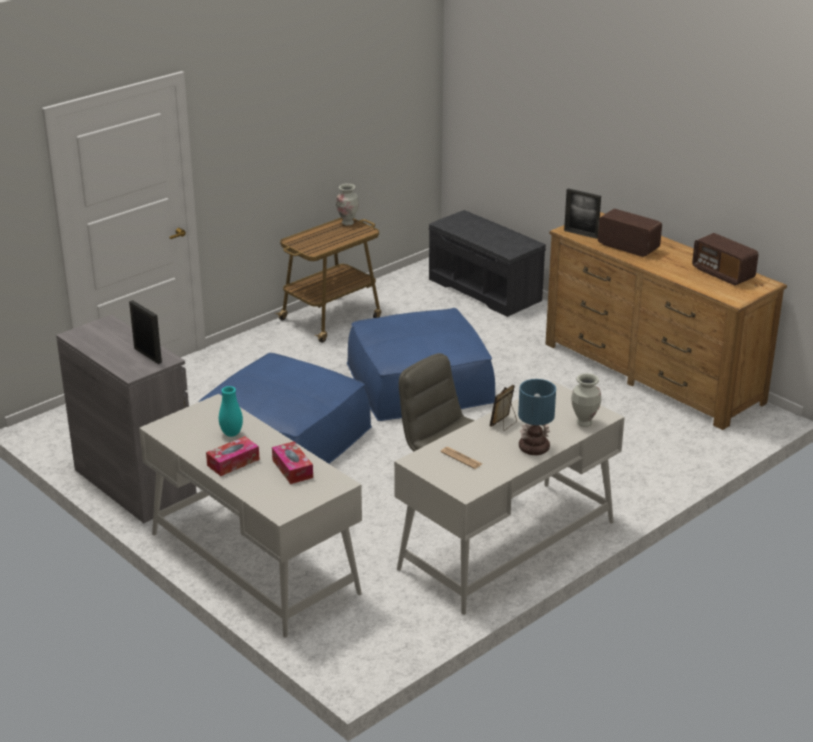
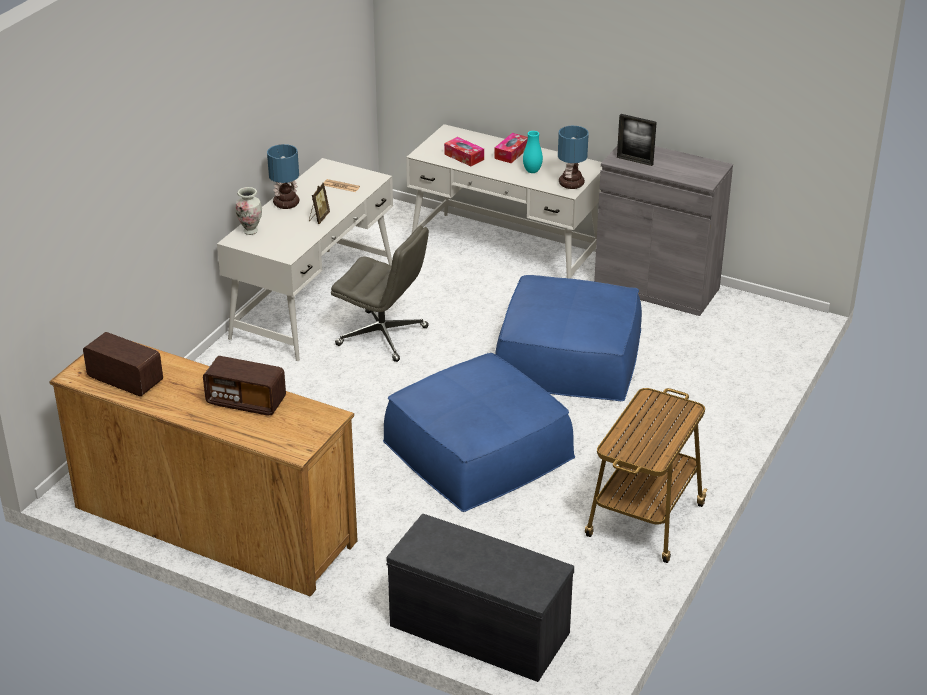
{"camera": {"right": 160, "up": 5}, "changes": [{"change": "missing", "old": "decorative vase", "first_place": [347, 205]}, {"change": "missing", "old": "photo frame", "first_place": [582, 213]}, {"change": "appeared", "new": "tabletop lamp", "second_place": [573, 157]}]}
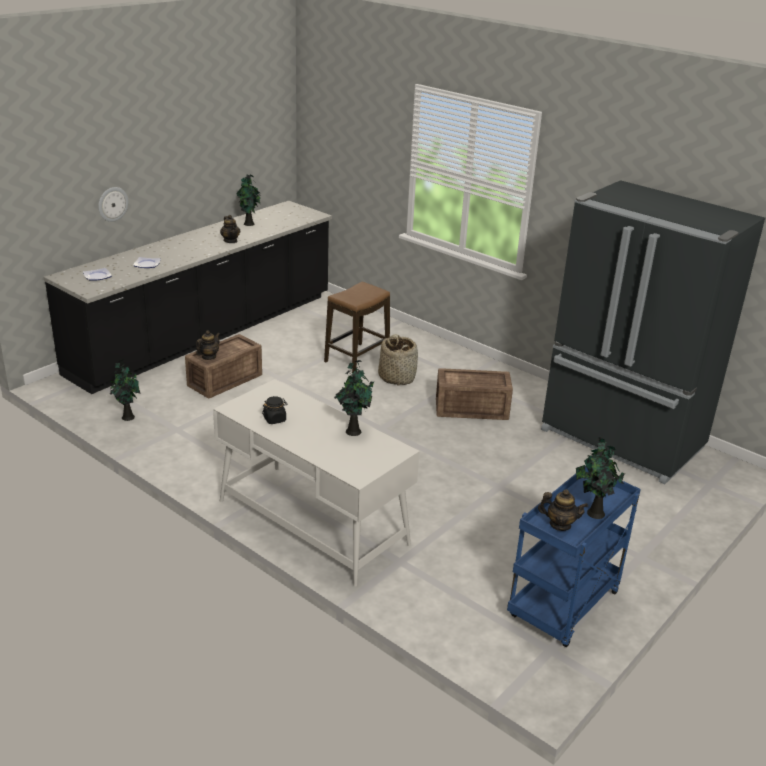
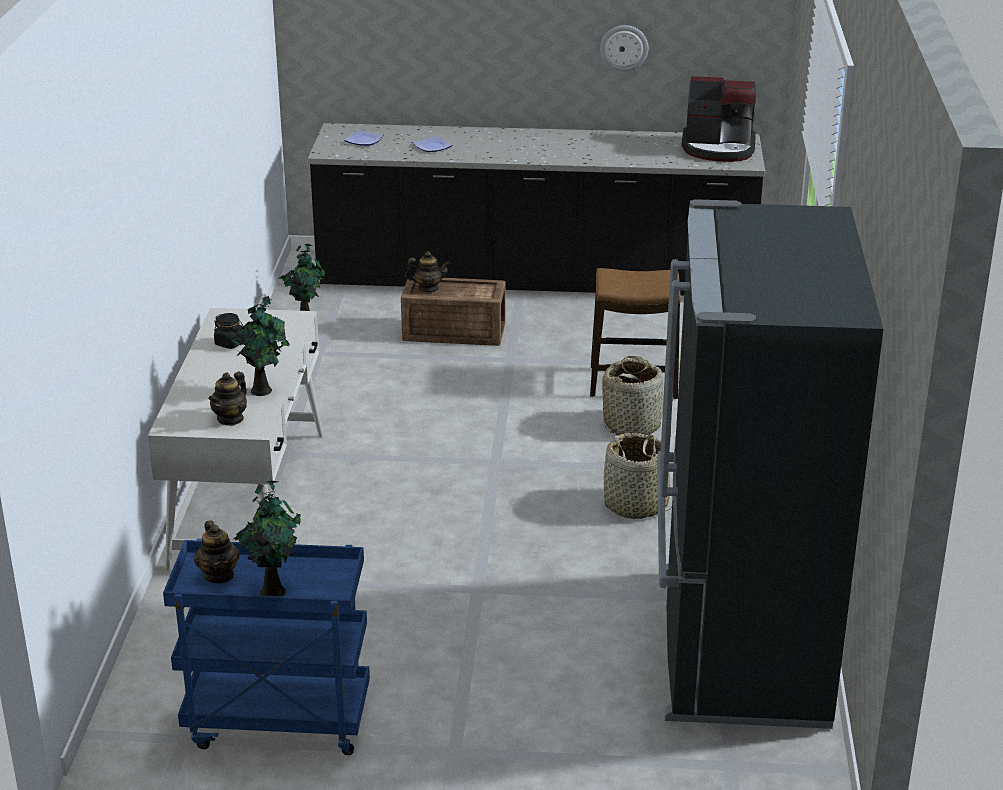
{"camera": {"right": 55, "up": 0}, "changes": [{"change": "missing", "old": "potted plant", "first_place": [248, 200]}, {"change": "relocated", "old": "clock on the wall", "first_place": [113, 204], "second_place": [624, 48]}, {"change": "relocated", "old": "teapot", "first_place": [230, 229], "second_place": [228, 398]}, {"change": "exchanged", "old": "packing crate", "new": "basket", "first_place": [474, 394], "second_place": [638, 476]}, {"change": "appeared", "new": "coffee maker", "second_place": [718, 119]}]}
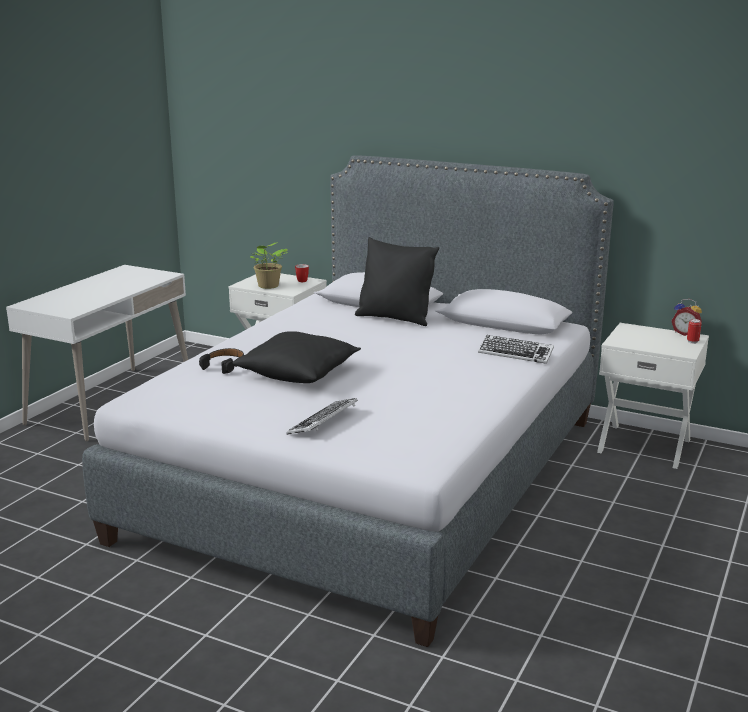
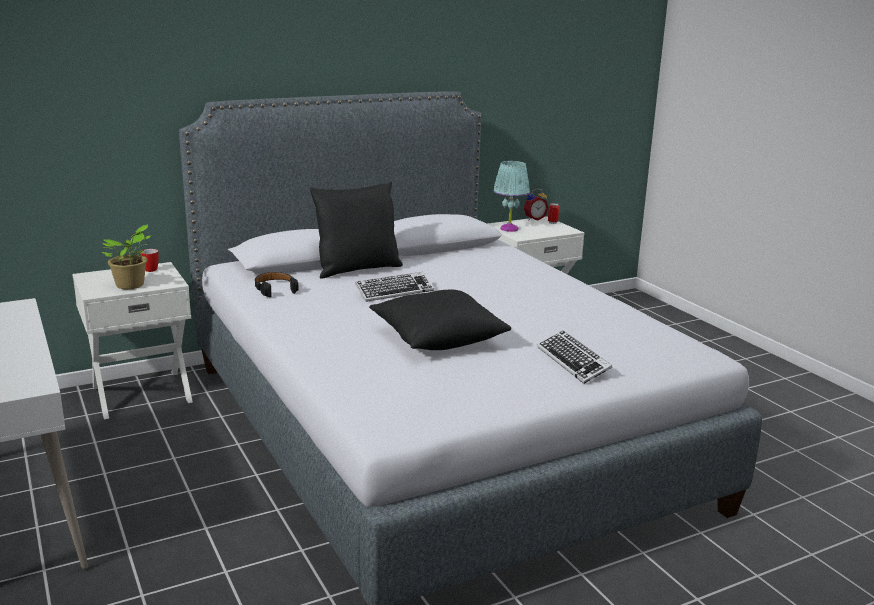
{"camera": {"right": -55, "up": 0}, "changes": [{"change": "relocated", "old": "PC keyboard", "first_place": [516, 349], "second_place": [394, 287]}, {"change": "relocated", "old": "blackish headphones", "first_place": [221, 361], "second_place": [277, 284]}, {"change": "appeared", "new": "turquoise tabletop lamp", "second_place": [511, 196]}]}
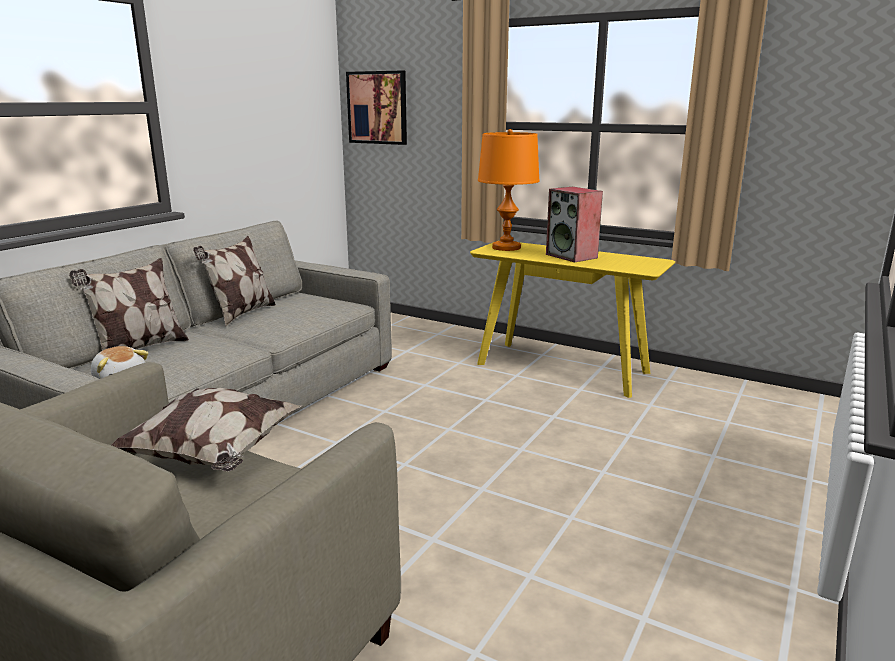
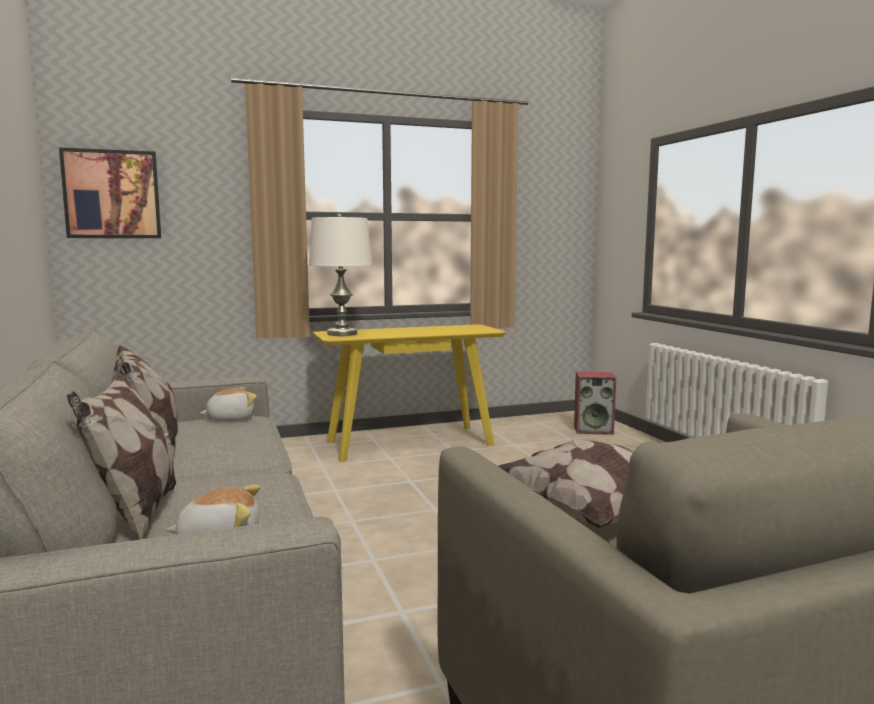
{"camera": {"right": -50, "up": -10}, "changes": [{"change": "colour", "old": "orange tabletop lamp", "new": "white tabletop lamp", "first_place": [509, 190], "second_place": [340, 275]}, {"change": "relocated", "old": "loudspeaker", "first_place": [574, 224], "second_place": [595, 403]}, {"change": "appeared", "new": "cuddly toy", "second_place": [228, 404]}]}
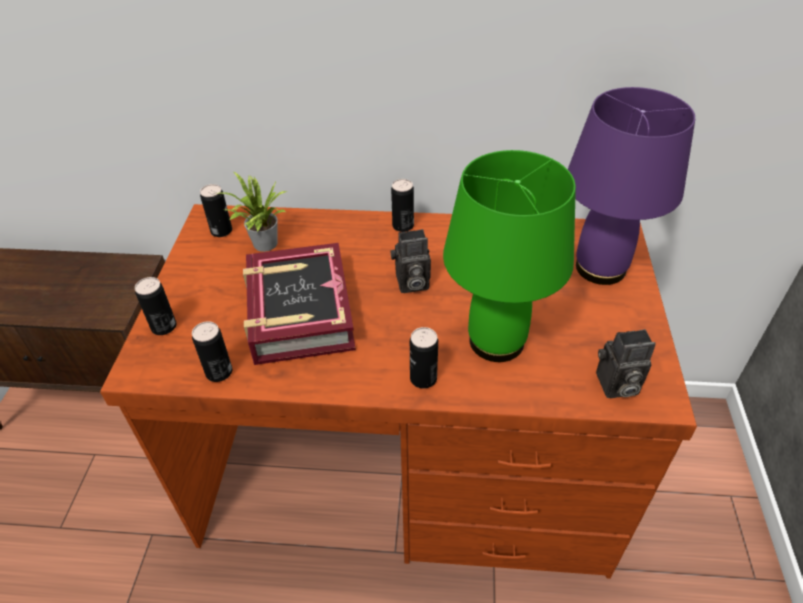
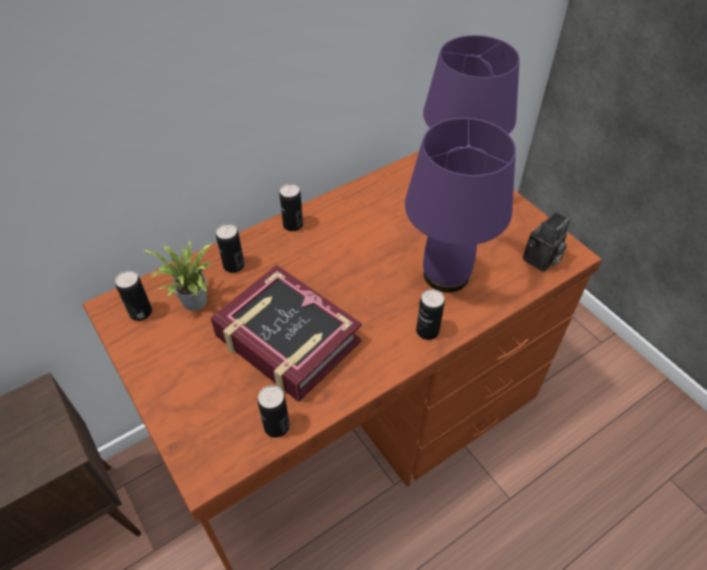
{"camera": {"right": -40, "up": 5}, "changes": [{"change": "colour", "old": "green tabletop lamp", "new": "purple tabletop lamp", "first_place": [509, 256], "second_place": [460, 205]}, {"change": "missing", "old": "photo camera", "first_place": [410, 261]}, {"change": "relocated", "old": "can", "first_place": [155, 306], "second_place": [230, 248]}]}
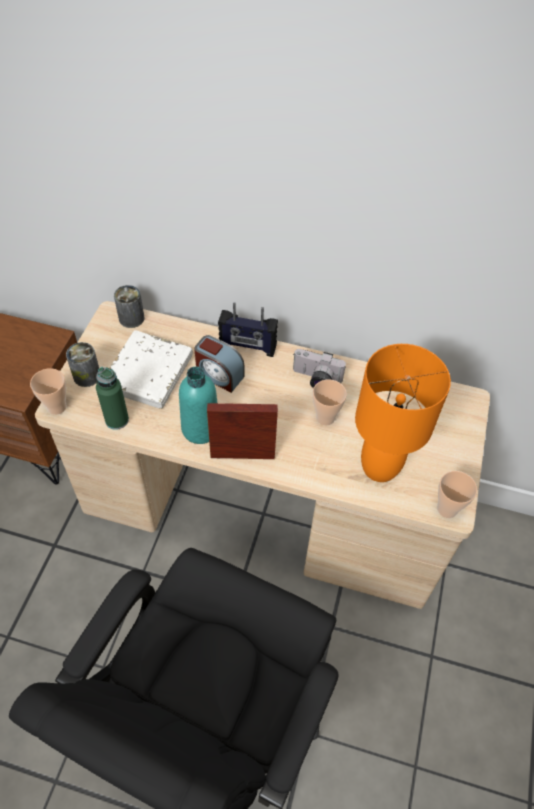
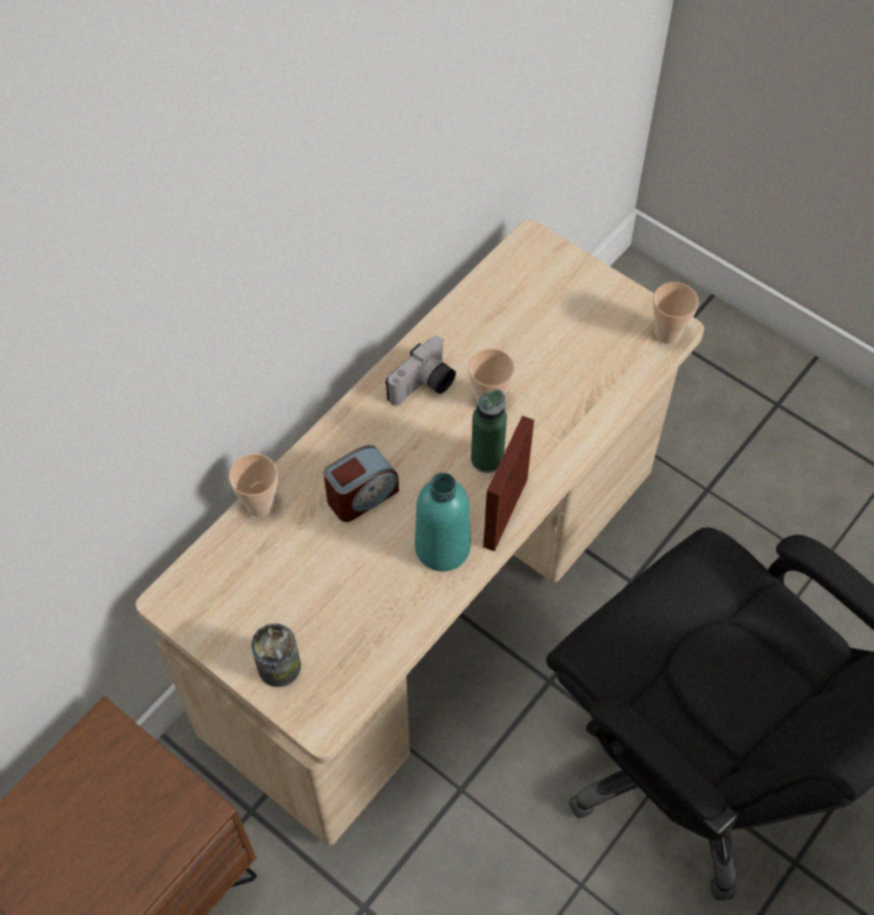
{"camera": {"right": -65, "up": 5}, "changes": [{"change": "missing", "old": "can", "first_place": [129, 306]}, {"change": "missing", "old": "radio set", "first_place": [248, 329]}, {"change": "missing", "old": "white book", "first_place": [151, 369]}, {"change": "missing", "old": "orange tabletop lamp", "first_place": [403, 413]}, {"change": "relocated", "old": "green bottle", "first_place": [112, 398], "second_place": [489, 431]}, {"change": "relocated", "old": "cup", "first_place": [48, 391], "second_place": [253, 485]}]}
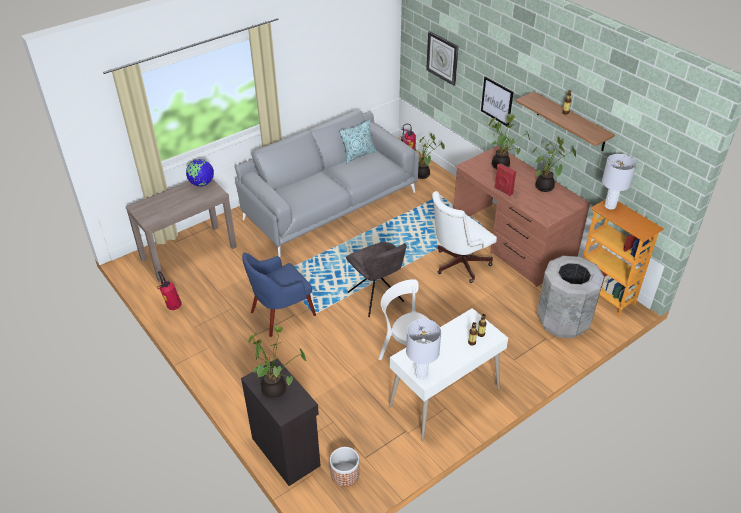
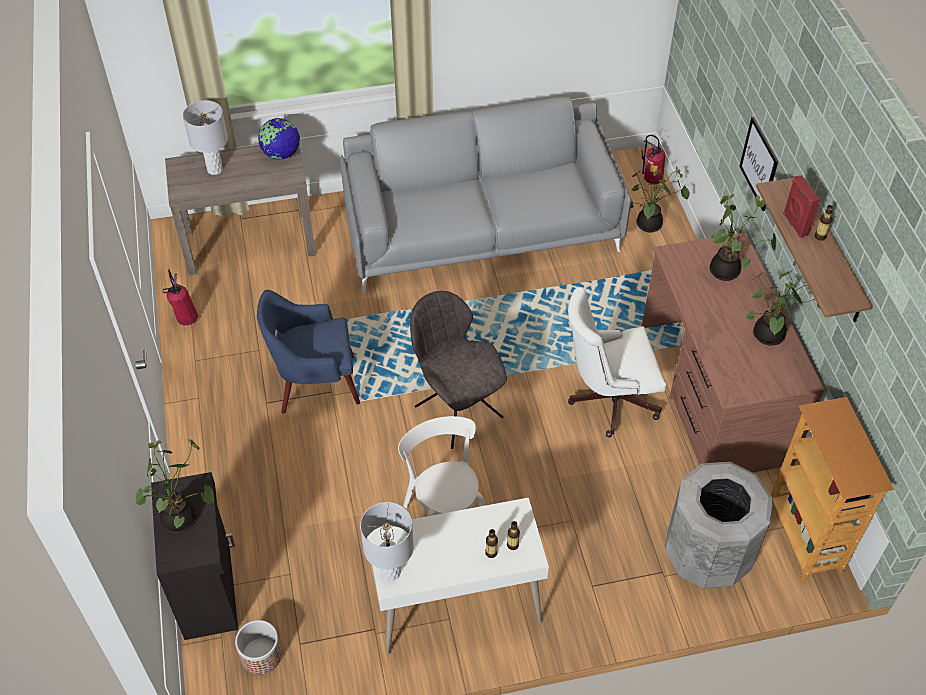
{"camera": {"right": 25, "up": 10}, "changes": [{"change": "missing", "old": "clock on the wall", "first_place": [442, 58]}, {"change": "missing", "old": "throw pillow", "first_place": [358, 141]}, {"change": "relocated", "old": "grey tabletop lamp", "first_place": [619, 182], "second_place": [205, 137]}, {"change": "relocated", "old": "red-coloured loudspeaker", "first_place": [505, 179], "second_place": [801, 206]}, {"change": "spun", "old": "grey chair", "first_place": [376, 279], "second_place": [458, 370], "degrees": 150}]}
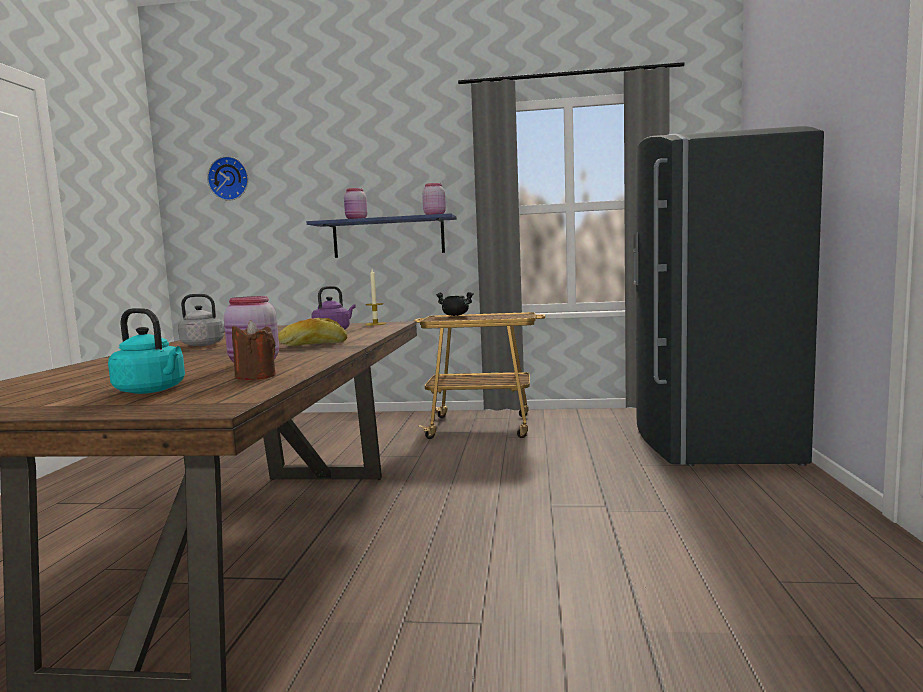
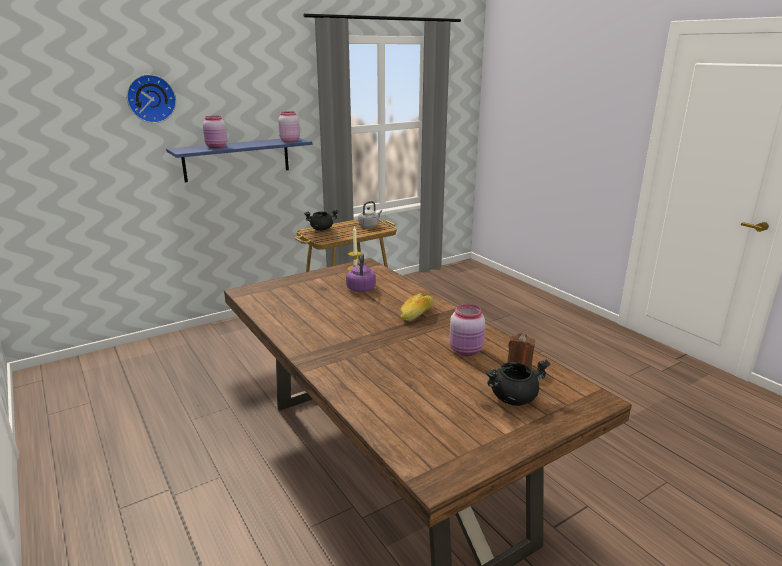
{"camera": {"right": -40, "up": 15}, "changes": [{"change": "missing", "old": "grey kitchen fridge", "first_place": [729, 296]}, {"change": "relocated", "old": "clock on the wall", "first_place": [227, 178], "second_place": [151, 98]}, {"change": "relocated", "old": "grey tea kettle", "first_place": [201, 320], "second_place": [370, 214]}, {"change": "exchanged", "old": "turquoise tea kettle", "new": "blackish stockpot", "first_place": [146, 351], "second_place": [518, 383]}]}
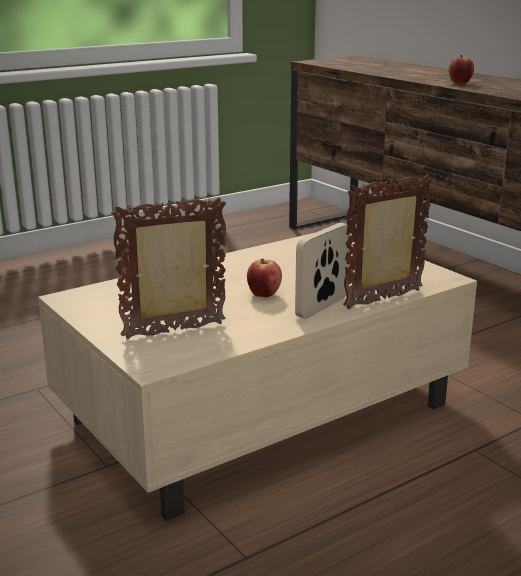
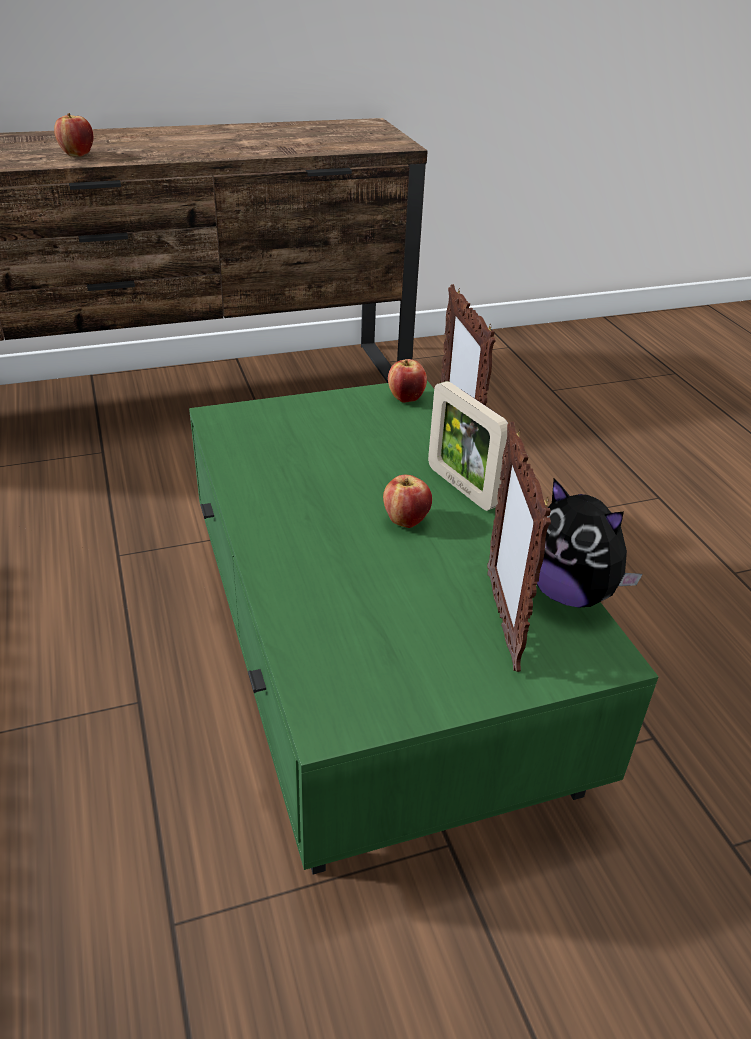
{"camera": {"right": -75, "up": 15}, "changes": [{"change": "colour", "old": "sand-coloured low table", "new": "green low table", "first_place": [257, 376], "second_place": [424, 627]}, {"change": "appeared", "new": "apple fruit", "second_place": [407, 381]}, {"change": "appeared", "new": "cuddly toy", "second_place": [590, 543]}]}
